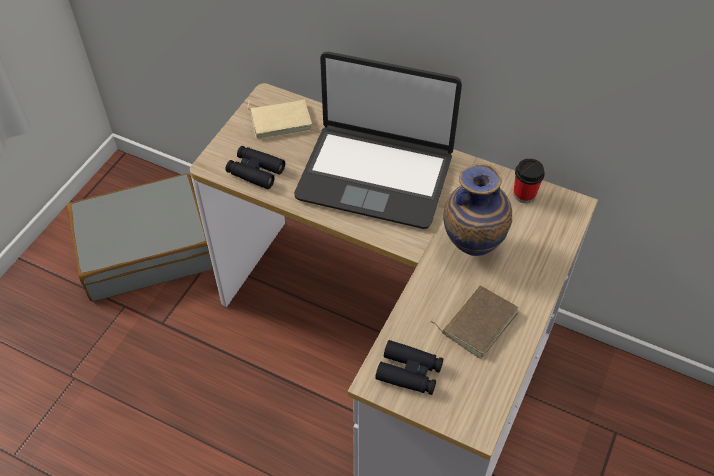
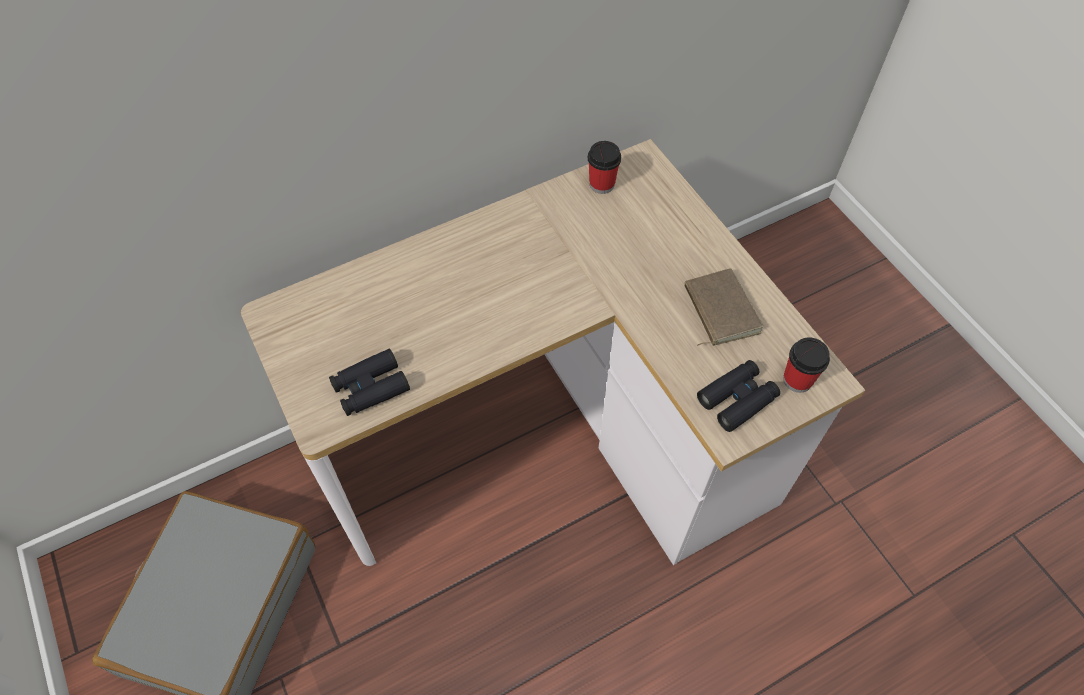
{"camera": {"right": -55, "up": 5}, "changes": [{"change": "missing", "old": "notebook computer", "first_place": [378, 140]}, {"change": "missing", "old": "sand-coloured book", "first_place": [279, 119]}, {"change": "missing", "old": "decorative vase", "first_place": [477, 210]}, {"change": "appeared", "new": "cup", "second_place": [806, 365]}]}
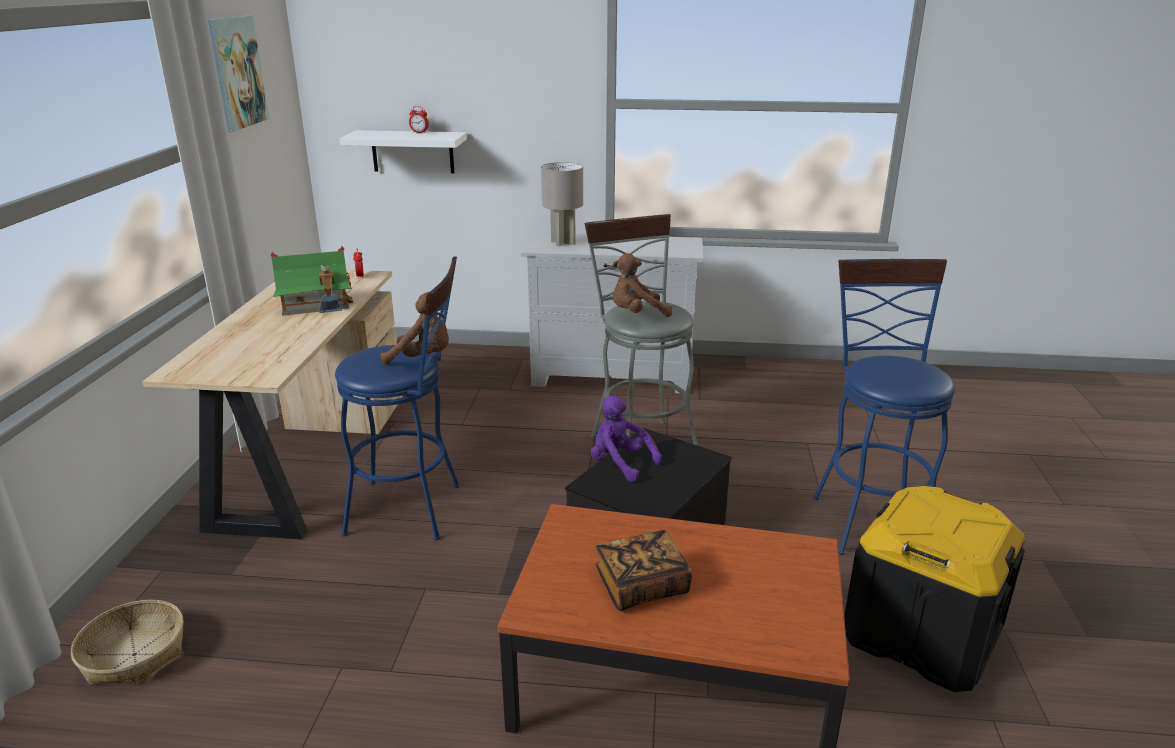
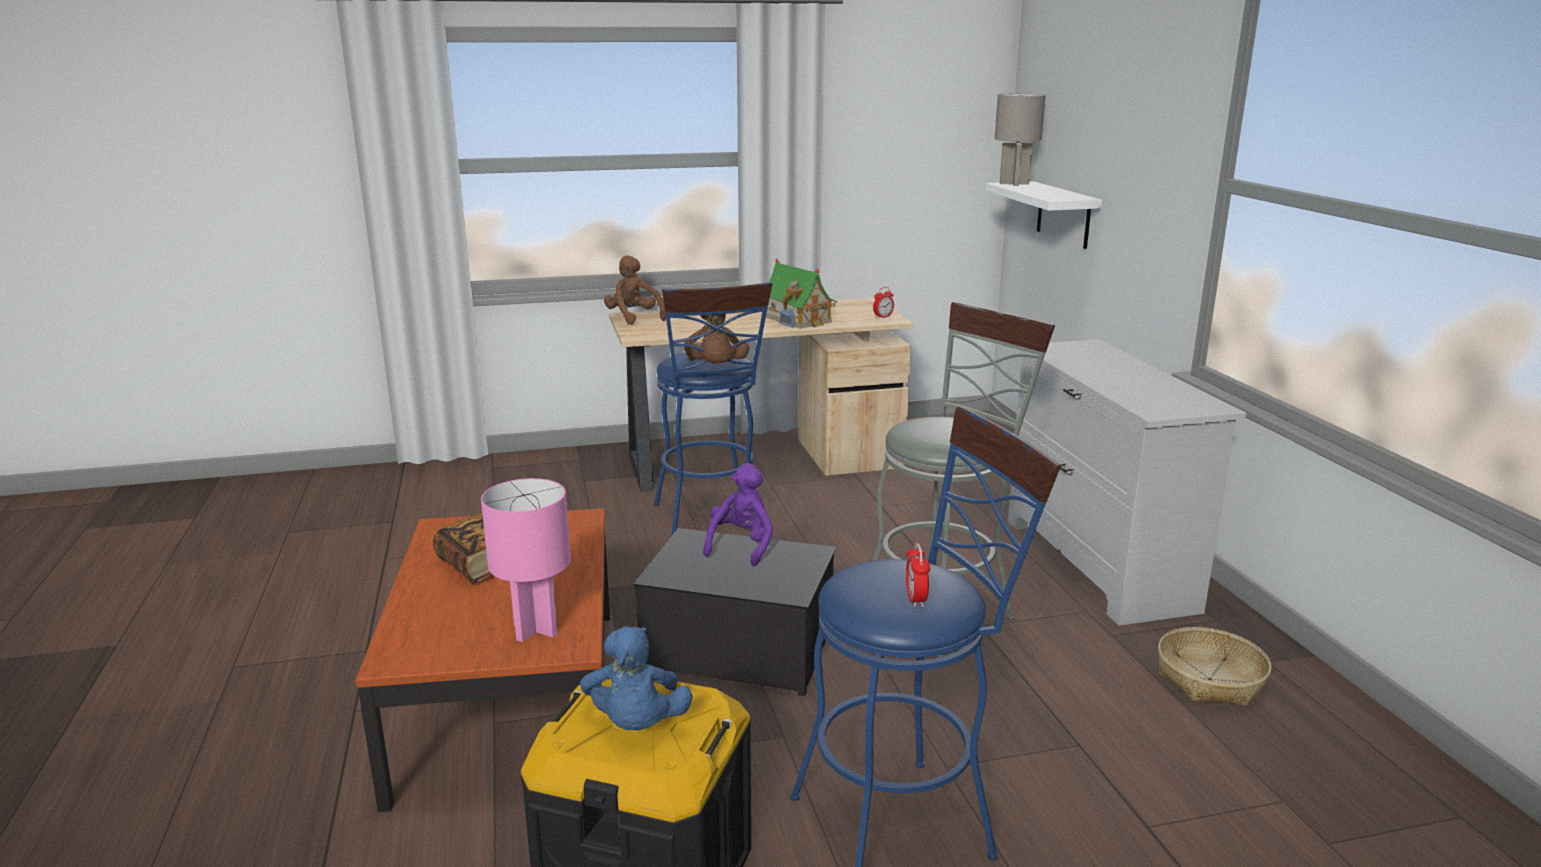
{"camera": {"right": 70, "up": -5}, "changes": [{"change": "missing", "old": "picture", "first_place": [238, 73]}, {"change": "relocated", "old": "bedside clock", "first_place": [419, 119], "second_place": [918, 575]}, {"change": "relocated", "old": "grey tabletop lamp", "first_place": [562, 204], "second_place": [1020, 140]}, {"change": "relocated", "old": "brown cuddly toy", "first_place": [642, 285], "second_place": [635, 290]}, {"change": "relocated", "old": "basket", "first_place": [127, 642], "second_place": [1214, 666]}, {"change": "appeared", "new": "pink tabletop lamp", "second_place": [526, 560]}, {"change": "appeared", "new": "blue cuddly toy", "second_place": [636, 678]}]}
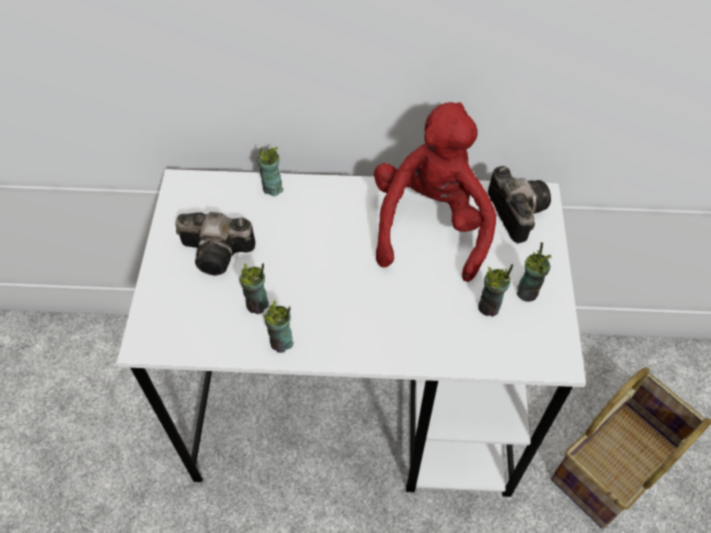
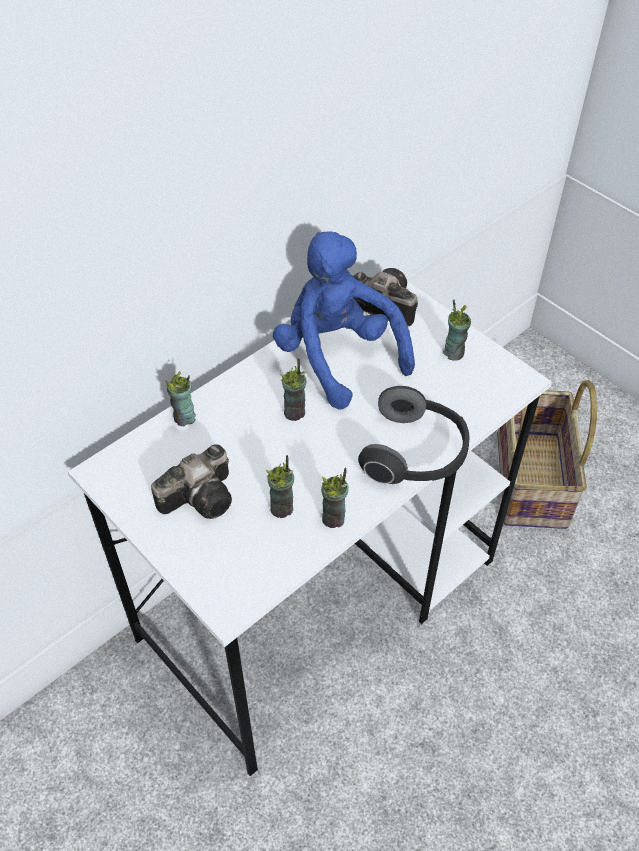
{"camera": {"right": -45, "up": -5}, "changes": [{"change": "colour", "old": "red-coloured cuddly toy", "new": "blue cuddly toy", "first_place": [435, 192], "second_place": [344, 320]}, {"change": "relocated", "old": "cup", "first_place": [495, 290], "second_place": [293, 389]}, {"change": "appeared", "new": "headphones", "second_place": [413, 435]}]}
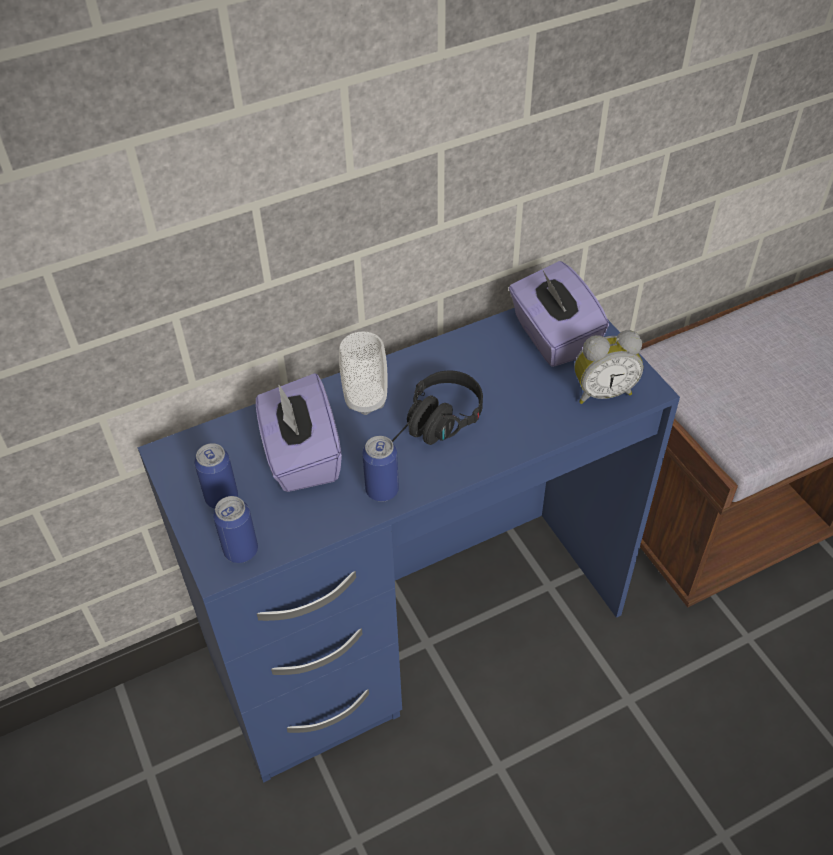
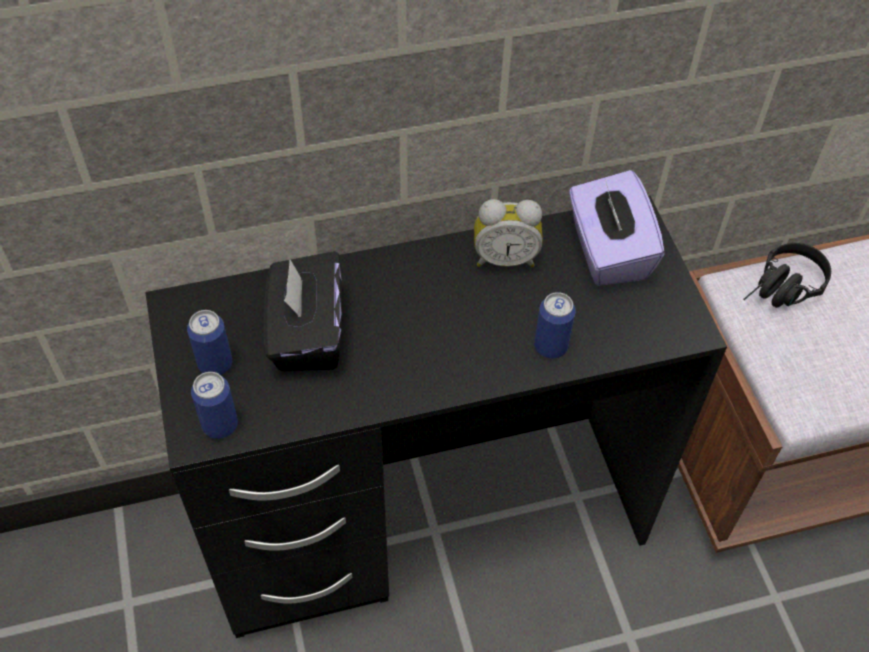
{"camera": {"right": 10, "up": 5}, "changes": [{"change": "colour", "old": "blue desk", "new": "blackish desk", "first_place": [409, 545], "second_place": [436, 416]}, {"change": "relocated", "old": "bedside clock", "first_place": [609, 367], "second_place": [508, 233]}, {"change": "missing", "old": "cup", "first_place": [363, 373]}, {"change": "relocated", "old": "blackish headphones", "first_place": [437, 408], "second_place": [787, 275]}, {"change": "colour", "old": "purple box of tissues", "new": "blackish box of tissues", "first_place": [299, 432], "second_place": [303, 311]}, {"change": "relocated", "old": "can", "first_place": [380, 469], "second_place": [555, 325]}]}
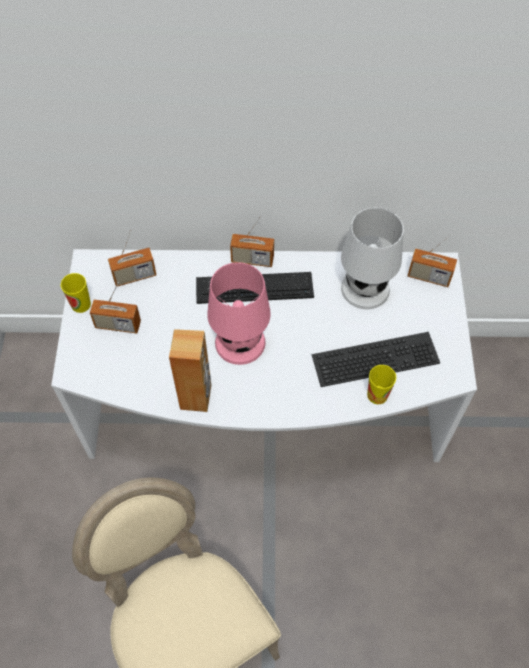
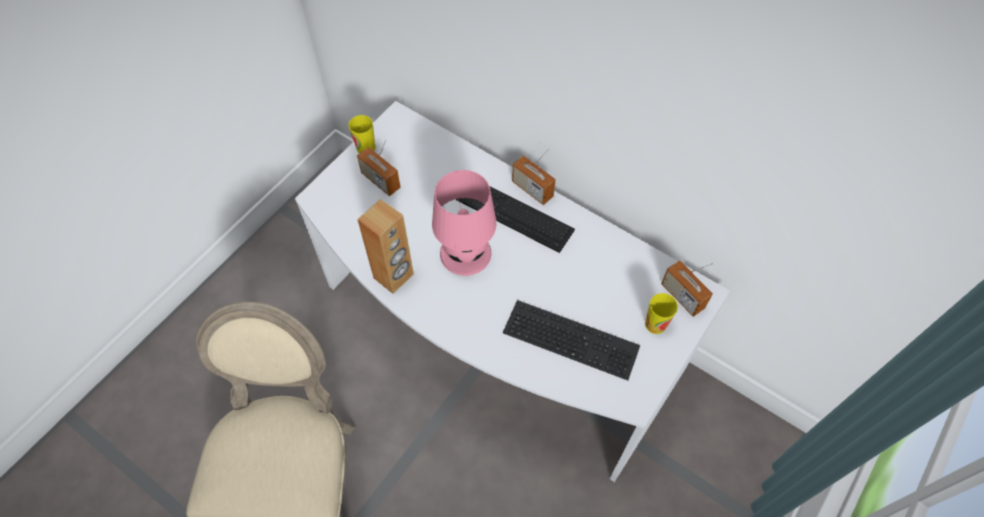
{"camera": {"right": 35, "up": 0}, "changes": [{"change": "missing", "old": "white tabletop lamp", "first_place": [372, 258]}, {"change": "missing", "old": "radio set", "first_place": [132, 258]}, {"change": "relocated", "old": "cup", "first_place": [381, 384], "second_place": [661, 313]}]}
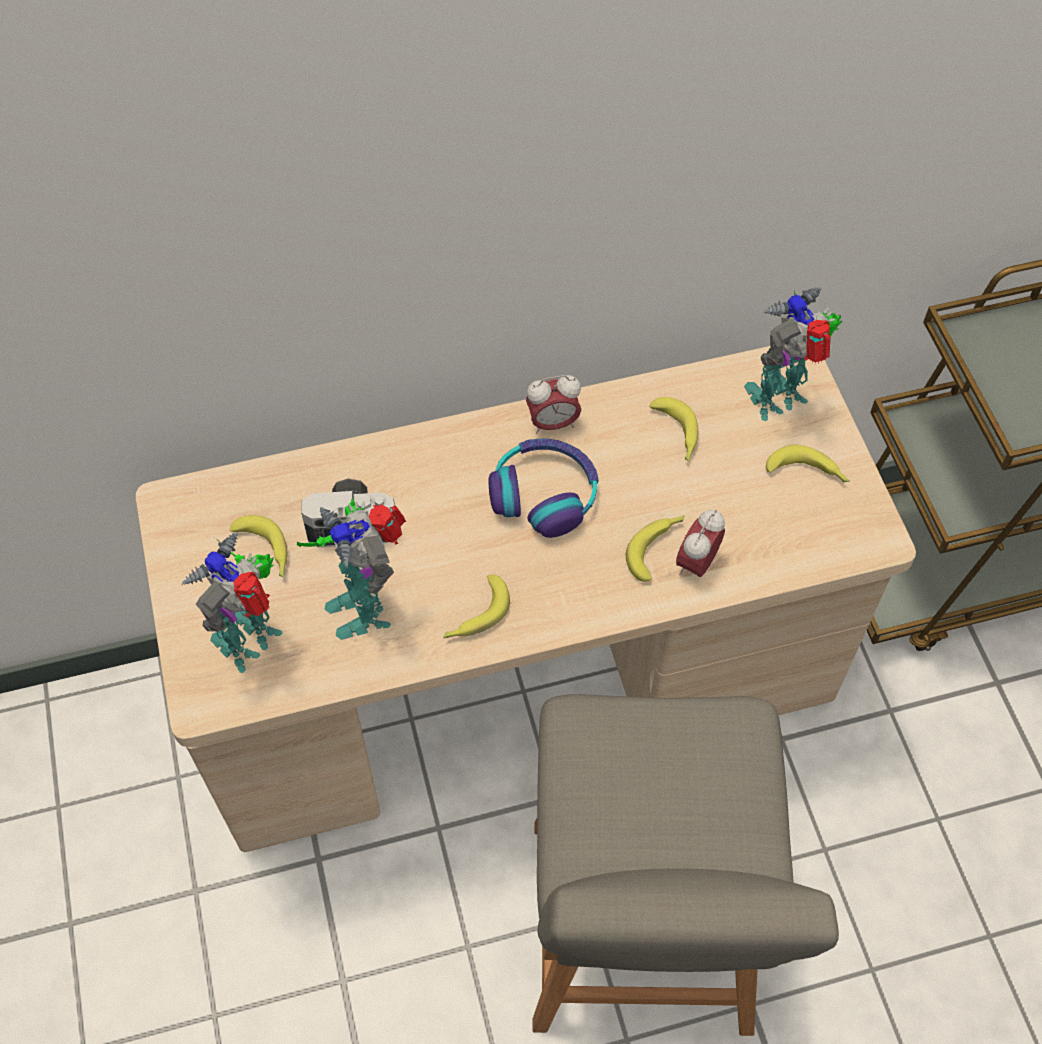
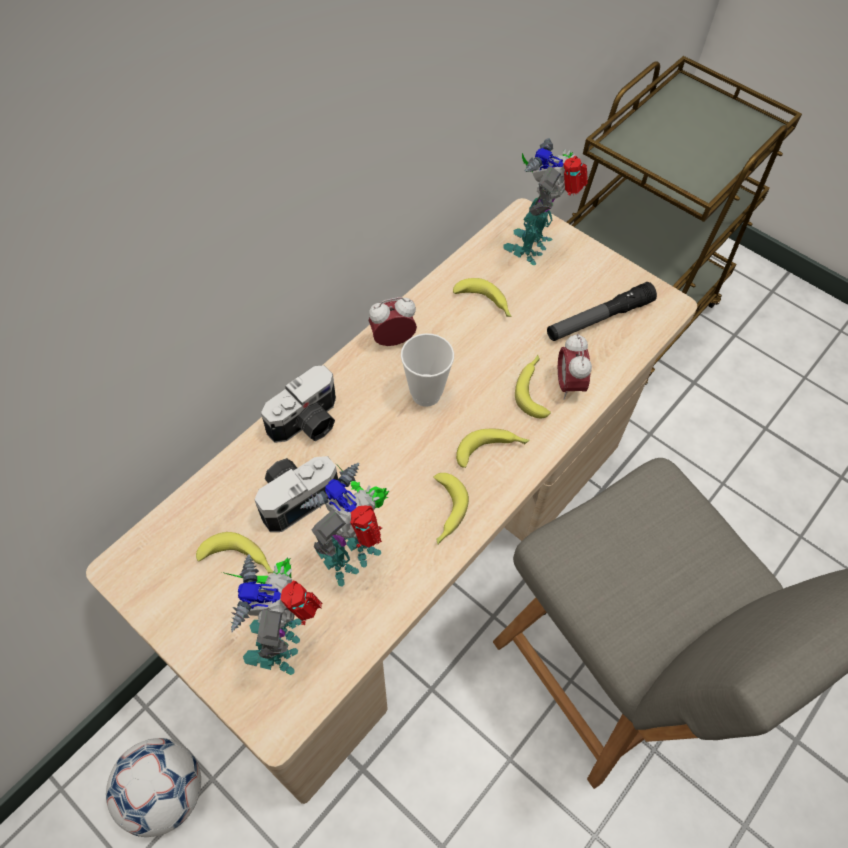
{"camera": {"right": -35, "up": 0}, "changes": [{"change": "spun", "old": "bedside clock", "first_place": [553, 404], "second_place": [393, 321], "degrees": -150}, {"change": "exchanged", "old": "headphones", "new": "cup", "first_place": [544, 488], "second_place": [427, 370]}, {"change": "relocated", "old": "whole banana", "first_place": [808, 464], "second_place": [493, 448]}, {"change": "spun", "old": "toy robot", "first_place": [351, 569], "second_place": [344, 524], "degrees": 105}, {"change": "appeared", "new": "hand torch", "second_place": [602, 311]}, {"change": "appeared", "new": "photo camera", "second_place": [298, 404]}, {"change": "appeared", "new": "ball for football", "second_place": [153, 787]}]}
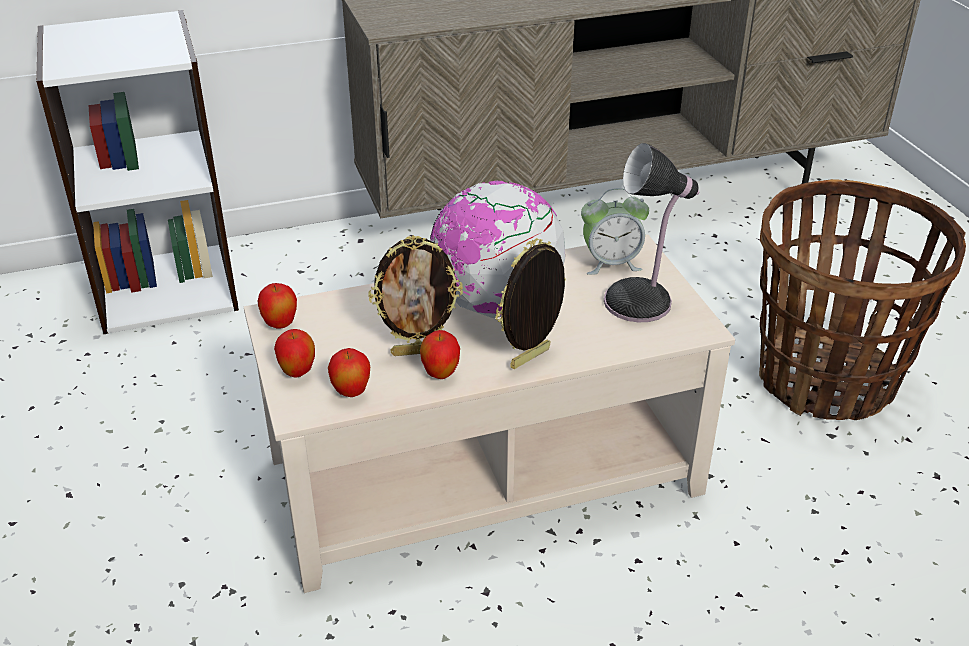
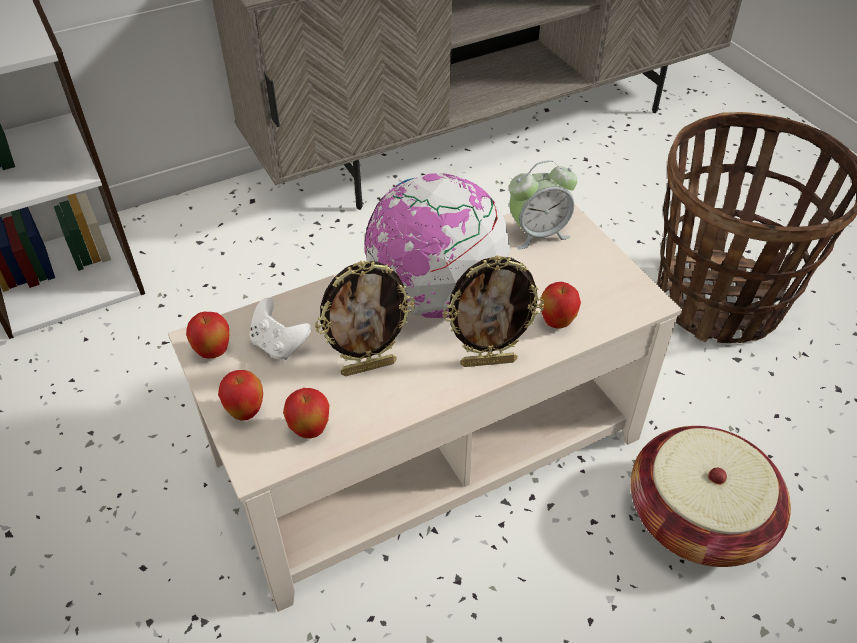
{"camera": {"right": -10, "up": 10}, "changes": [{"change": "missing", "old": "tabletop lamp", "first_place": [651, 232]}, {"change": "spun", "old": "photo frame", "first_place": [530, 303], "second_place": [493, 311], "degrees": -135}, {"change": "relocated", "old": "apple fruit", "first_place": [440, 354], "second_place": [561, 305]}, {"change": "appeared", "new": "white gamepad", "second_place": [280, 329]}, {"change": "appeared", "new": "basket", "second_place": [711, 496]}]}
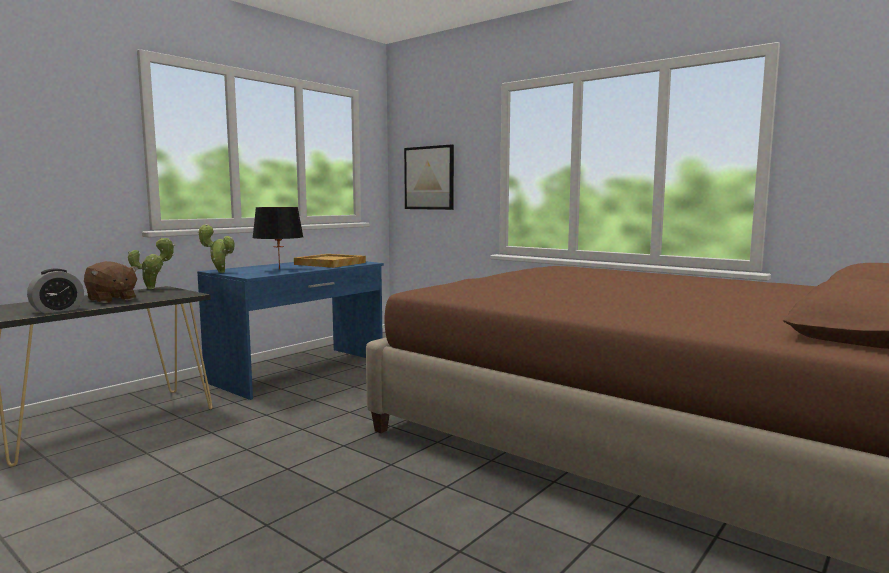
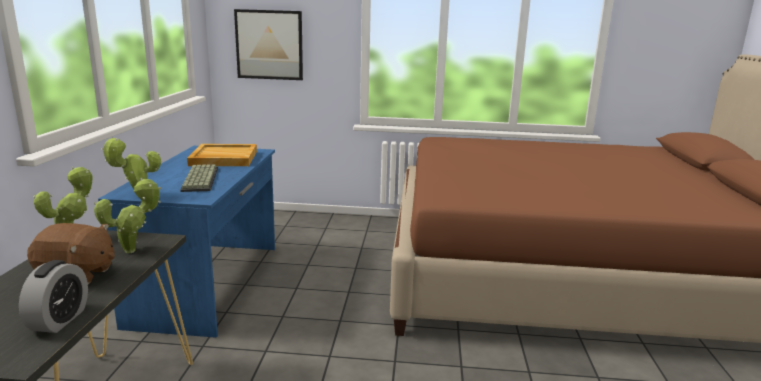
{"camera": {"right": -35, "up": 10}, "changes": [{"change": "exchanged", "old": "blackish tabletop lamp", "new": "PC keyboard", "first_place": [278, 238], "second_place": [199, 178]}, {"change": "appeared", "new": "potted plant", "second_place": [128, 215]}]}
